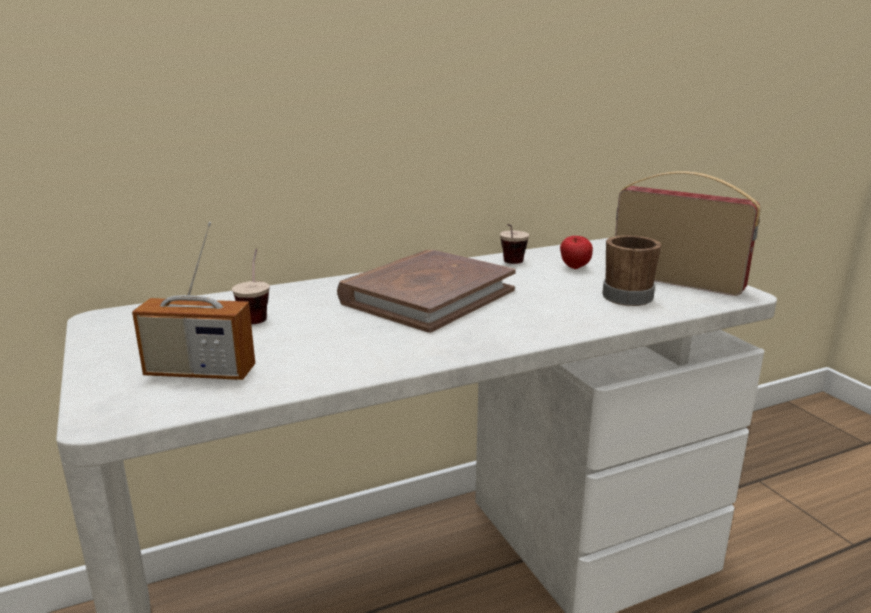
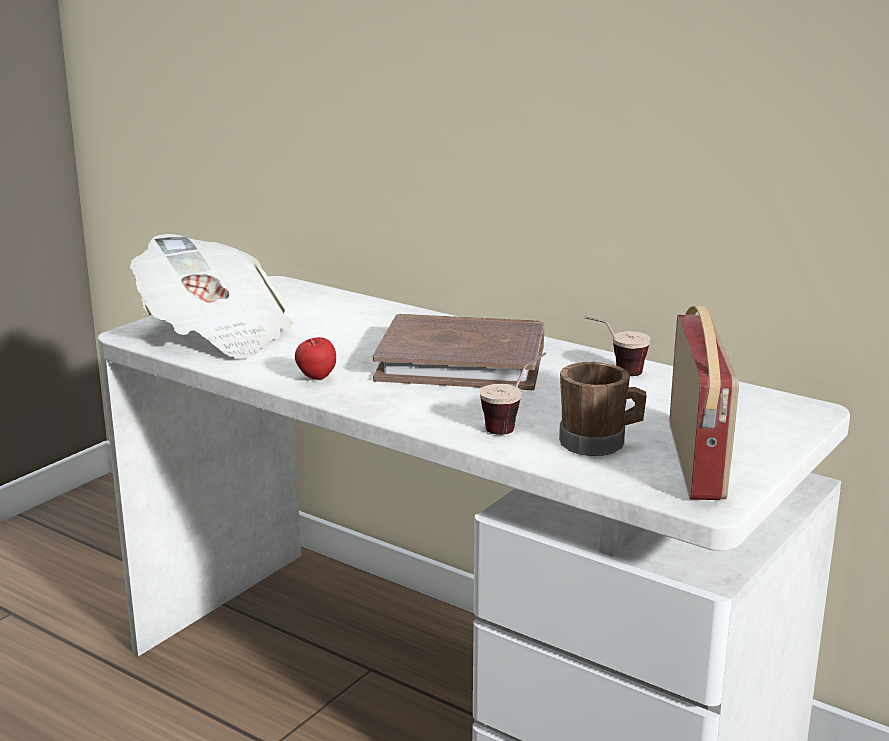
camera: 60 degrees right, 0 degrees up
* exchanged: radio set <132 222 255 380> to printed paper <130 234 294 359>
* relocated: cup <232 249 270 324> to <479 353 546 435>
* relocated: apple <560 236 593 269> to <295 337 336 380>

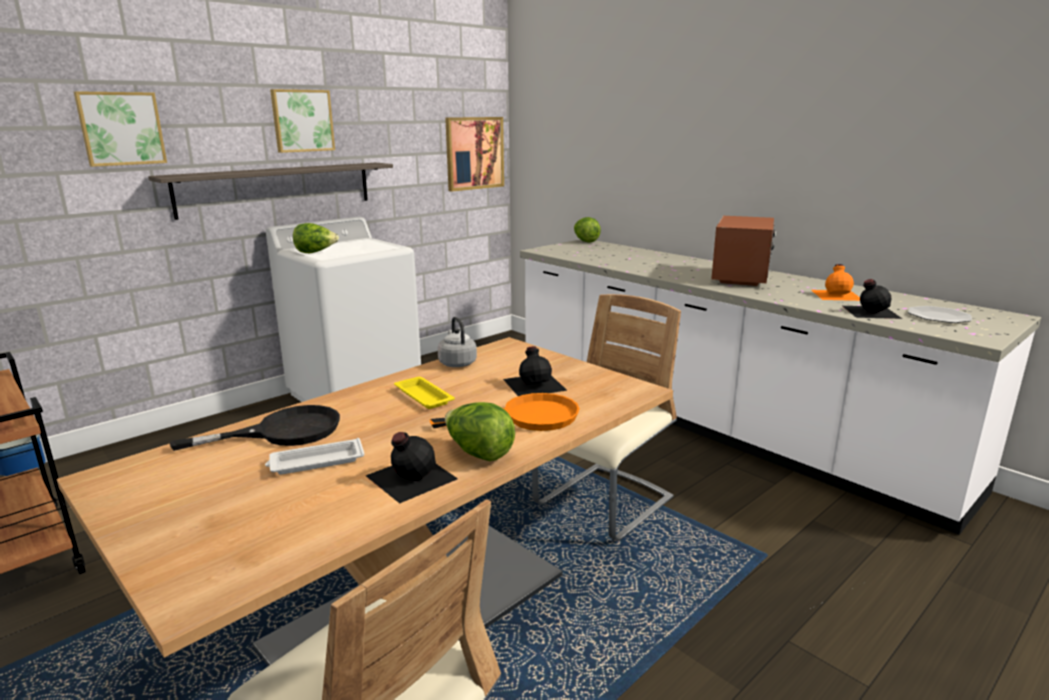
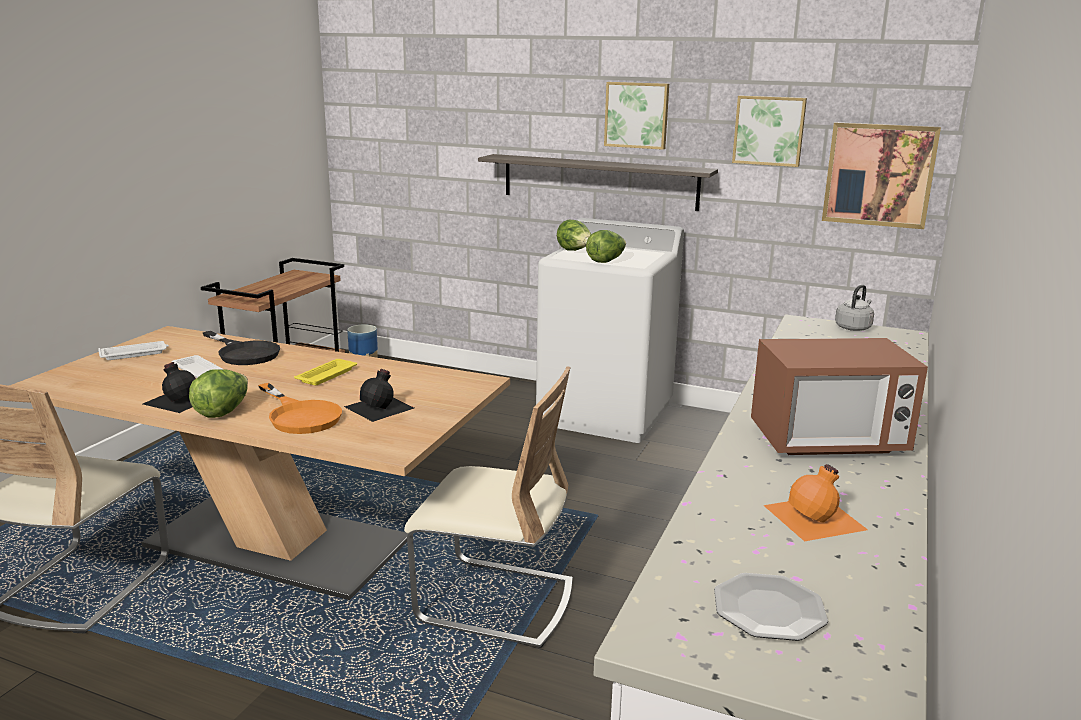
camera: 65 degrees right, 0 degrees up
* relocated: wall art <74 91 167 167> to <732 96 807 167>
* relocated: grey water kettle <438 317 477 367> to <835 285 874 331>
* relocated: head of lettuce <574 217 601 243> to <586 230 626 263>
* missing: black-coloured drink bottle <842 279 902 319>
* appeared: whitish serving tray <98 341 169 360>

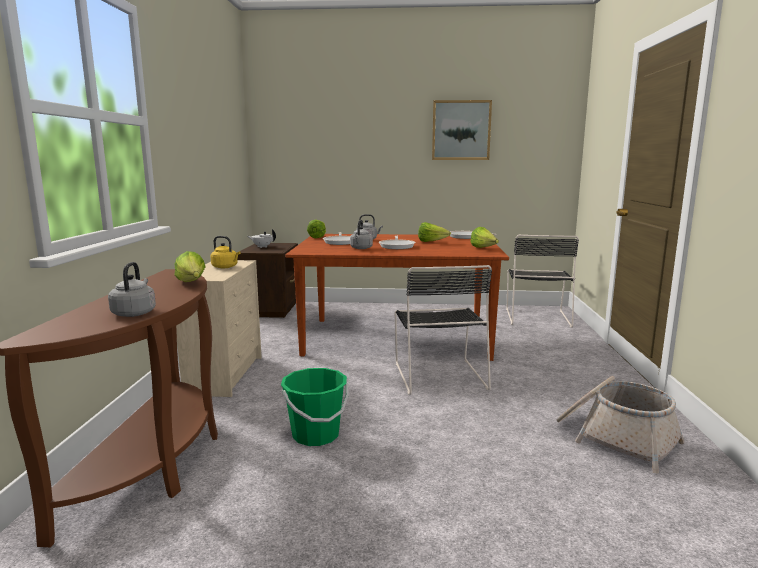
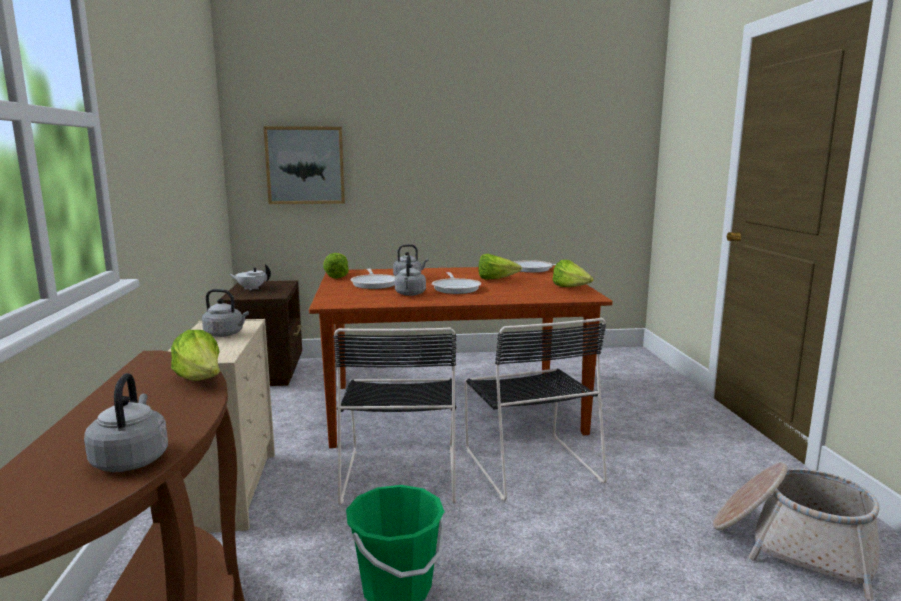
camera: 10 degrees left, 0 degrees up
* colour: yellow water kettle <210 236 240 268> to grey water kettle <202 289 249 337>
* relocated: wall art <432 100 492 160> to <263 126 345 204>
* relocated: black-coloured chair <506 235 579 328> to <333 327 456 505>

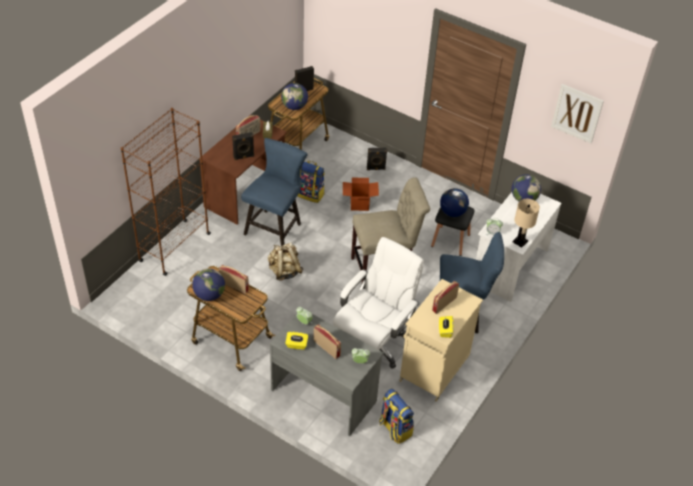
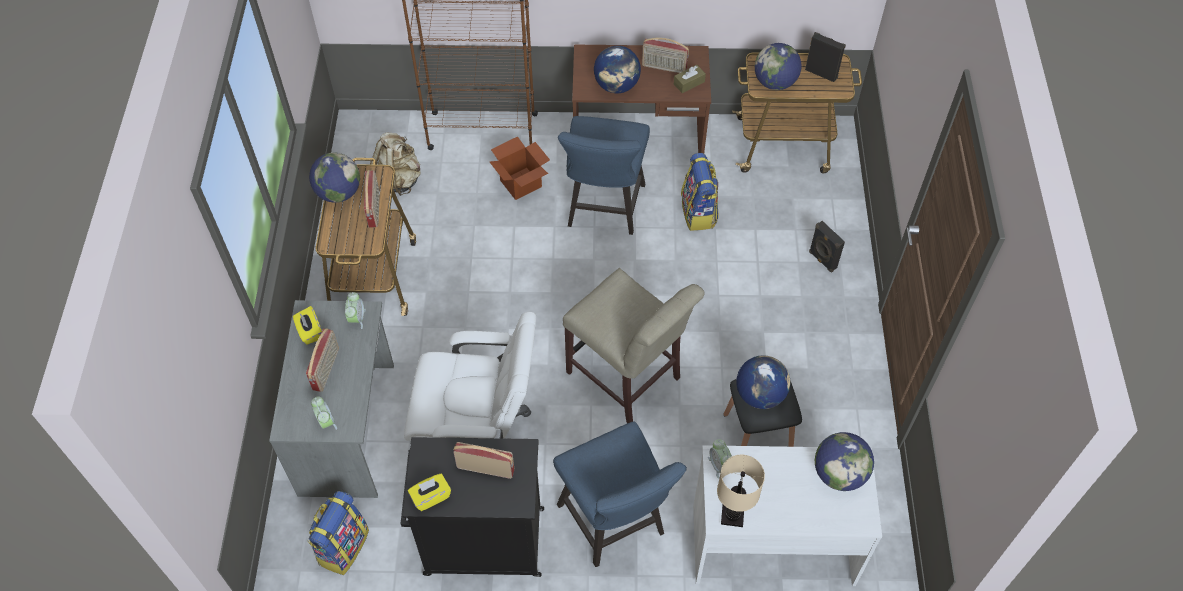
camera: 60 degrees right, 10 degrees up
* exchanged: black-coloured loudspeaker <232 132 254 160> to world globe <594 46 641 93>
* spun: bluish chair <241 138 308 246> = <558 116 650 235> 105 degrees clockwise
* relocated: beige knapsack <268 243 303 281> to <370 133 421 196>
* relocated: packing box <343 178 379 211> to <490 137 550 200>
* colour: beige cabinet <399 279 483 402> to black-coloured cabinet <401 437 544 577>
* missing: wall art <551 84 604 143>

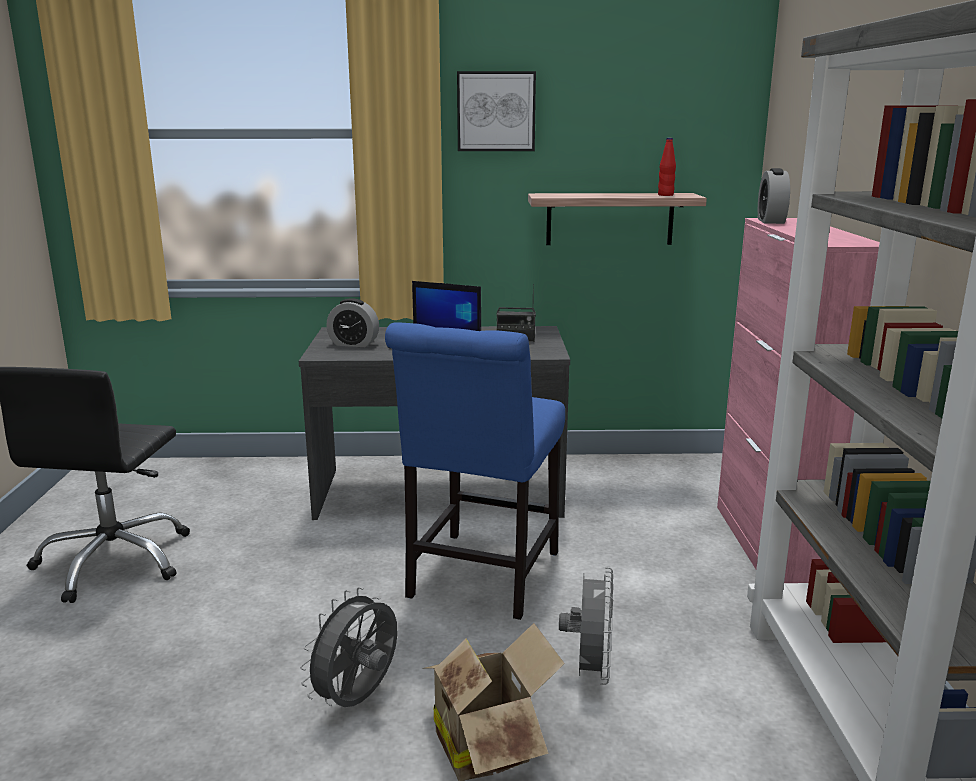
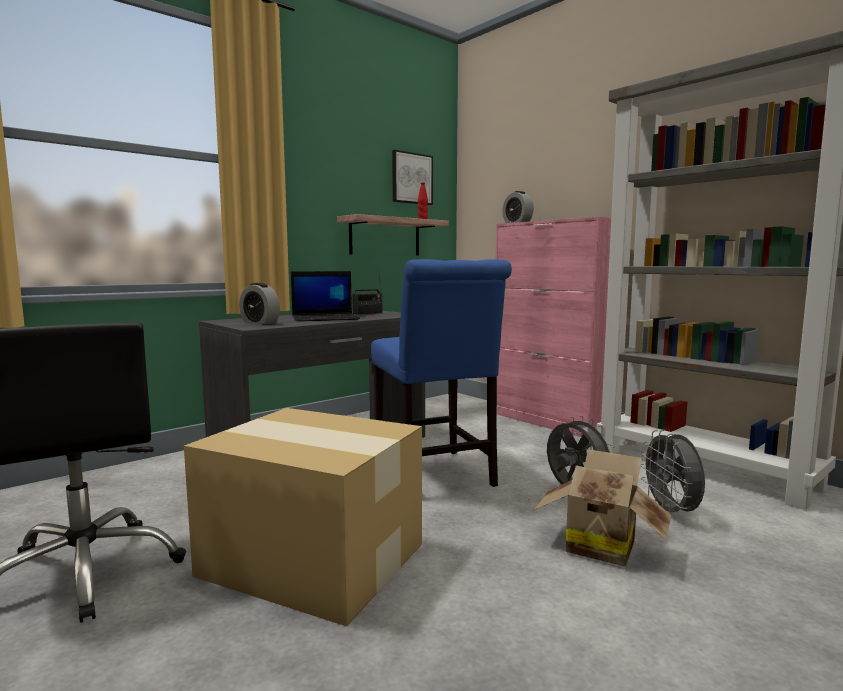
camera: 40 degrees left, 10 degrees down
* relocated: grey cooling fan <300 587 397 707> to <640 430 705 518>
* spun: bedside clock <326 298 379 347> = <239 283 280 324> 60 degrees clockwise
* relocated: wall art <457 71 536 151> to <392 150 433 205>
* appeared: packing box <184 408 422 626>

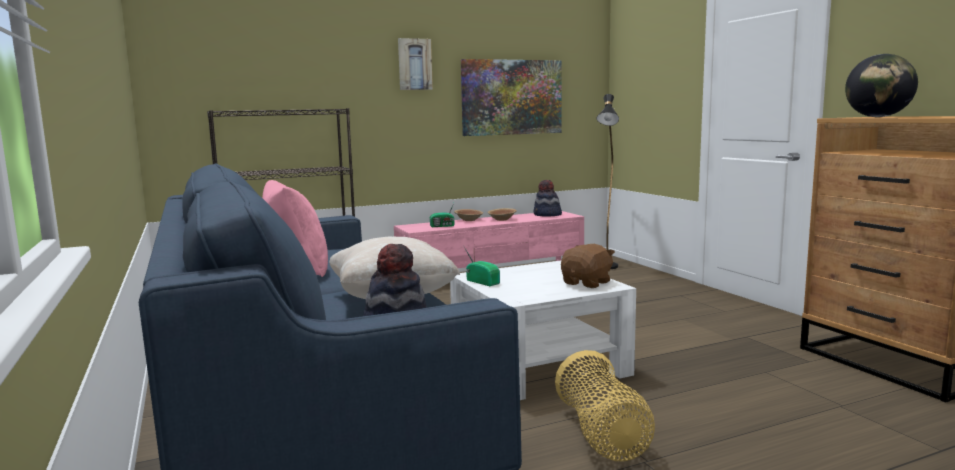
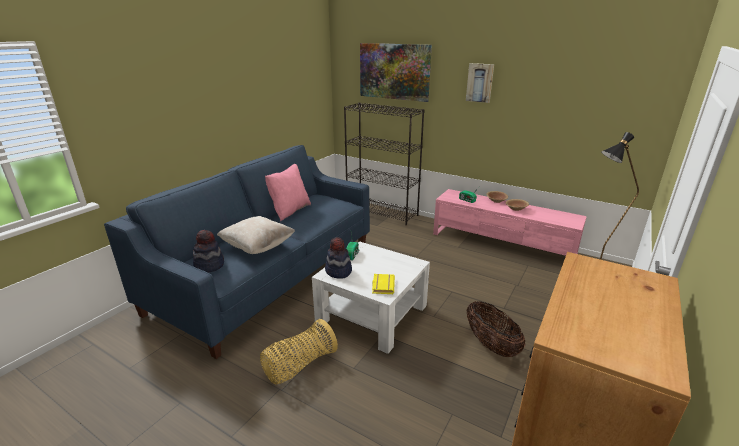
camera: 55 degrees right, 15 degrees up
* relocated: wall art <461 59 562 136> to <360 43 432 102>
* relocated: wearable hat <533 180 562 216> to <325 237 352 279>
* exchanged: brown soft toy <561 244 615 288> to yellow bound book <372 274 395 294>
* missing: world globe <845 54 918 117>
* appeared: storage basket <467 301 525 357>

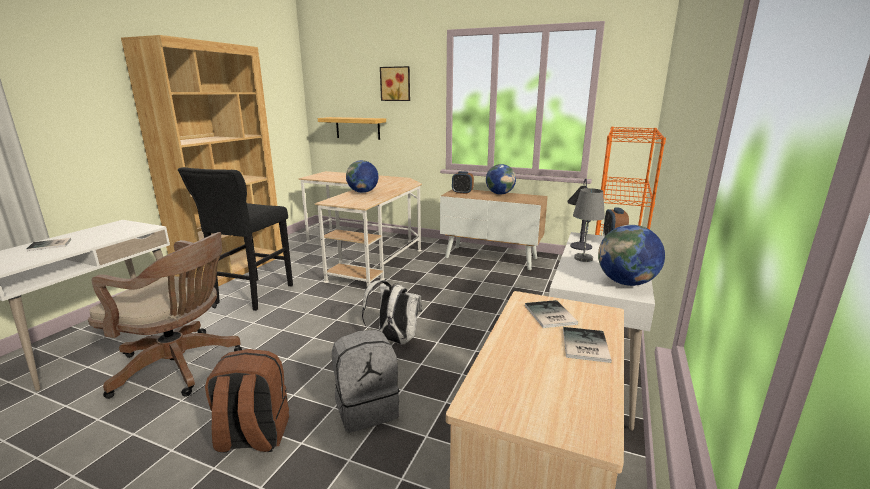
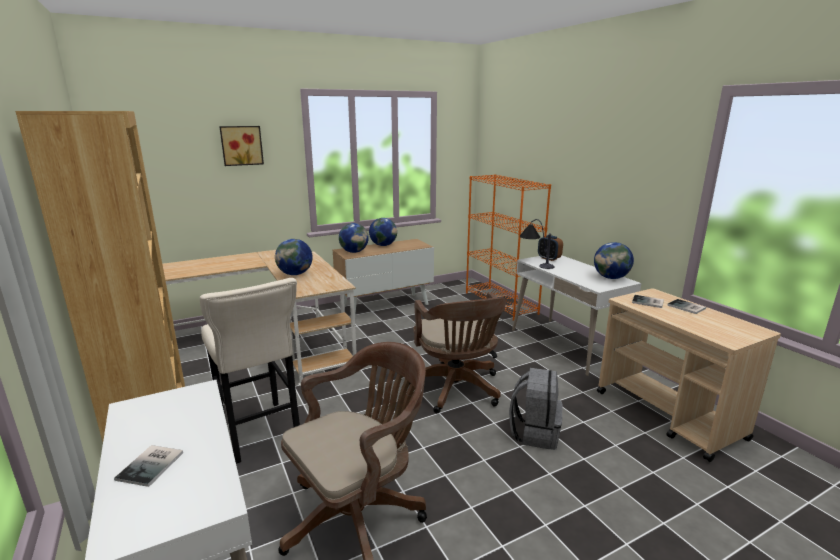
camera: 50 degrees left, 0 degrees up
* colour: black-coloured sitting stool <178 167 293 311> to beige sitting stool <200 278 300 464>
* missing: brown knapsack <205 349 289 452>
* missing: wall shelf <318 117 386 140>
* exchanged: whitish knapsack <362 280 423 344> to brown computer chair <409 293 506 413>
* exchanged: bedside clock <452 171 474 194> to world globe <339 223 369 253>
* missing: grey table lamp <573 188 605 262>

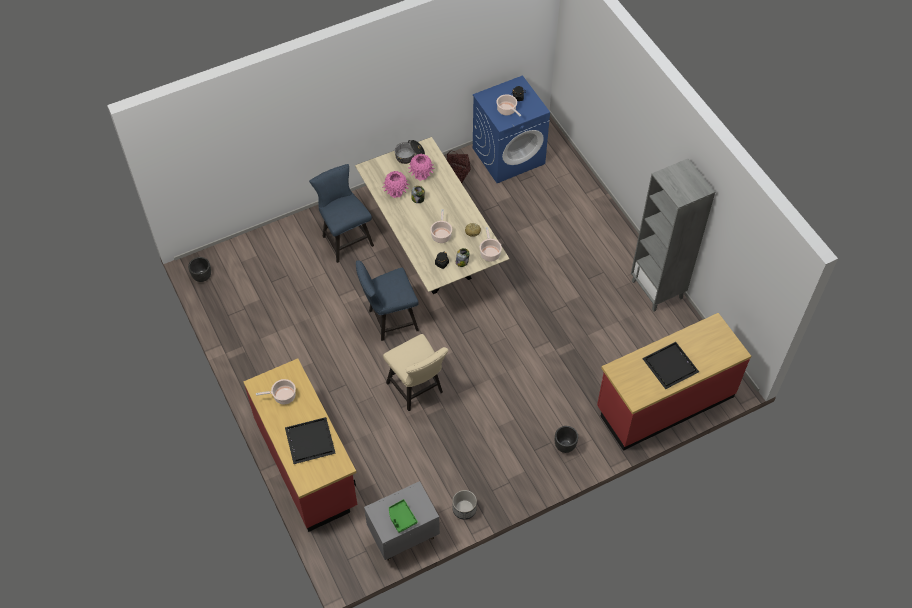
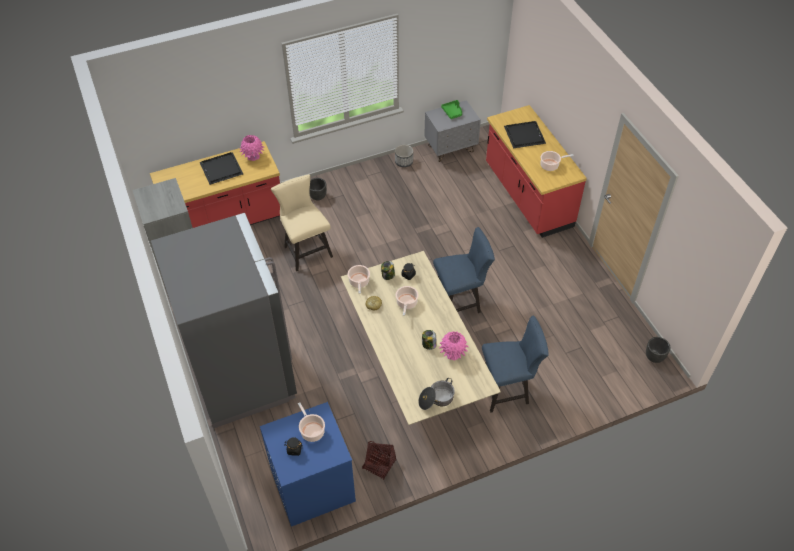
camera: 175 degrees left, 5 degrees down
* spun: bluish chair <309 164 374 263> = <482 316 549 413> 75 degrees counterclockwise
* relocated: beige chair <383 334 448 411> to <271 174 333 271>
* relocated: pink flower vase <408 154 434 181> to <240 135 265 161>
* appeared: grey kitchen fridge <151 213 297 428>

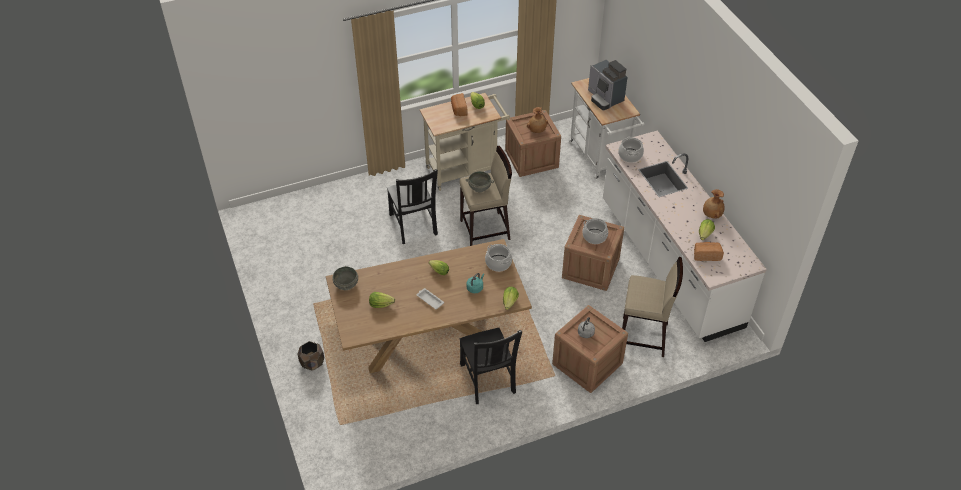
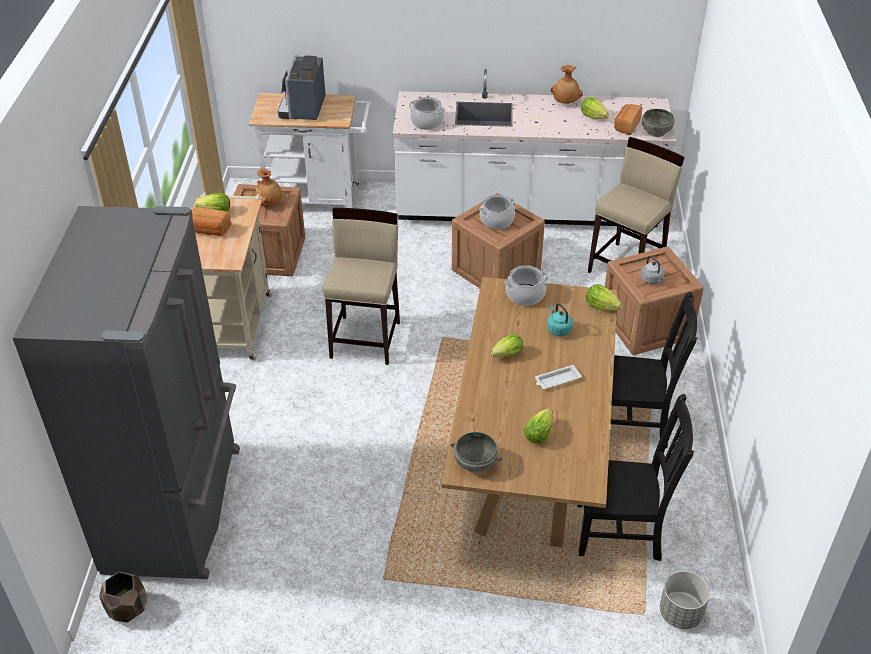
camera: 65 degrees left, 5 degrees down
* relocated: brown plant pot <297 341 324 371> to <99 572 147 623>
* relocated: black-coloured chair <387 169 438 244> to <577 394 694 561>
* relocated: grey deep dish <466 171 494 192> to <642 109 675 137>
* spun: coffee maker <588 60 628 110> = <278 55 326 120> 105 degrees clockwise
* appeared: grey kitchen fridge <13 206 240 579>
* appeared: grey plant pot <660 571 710 629>

